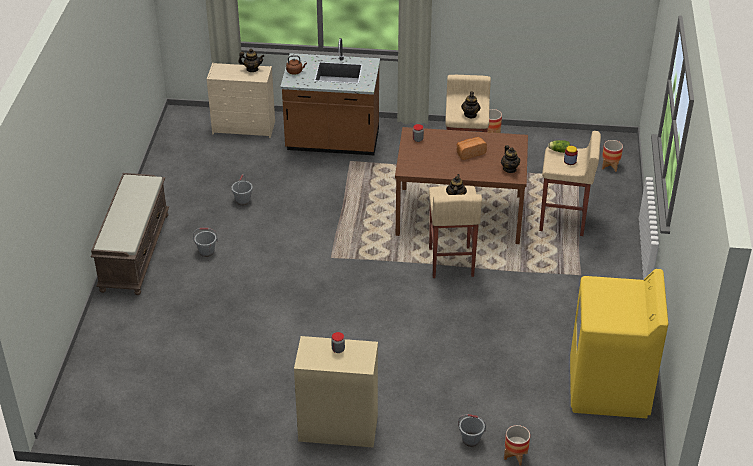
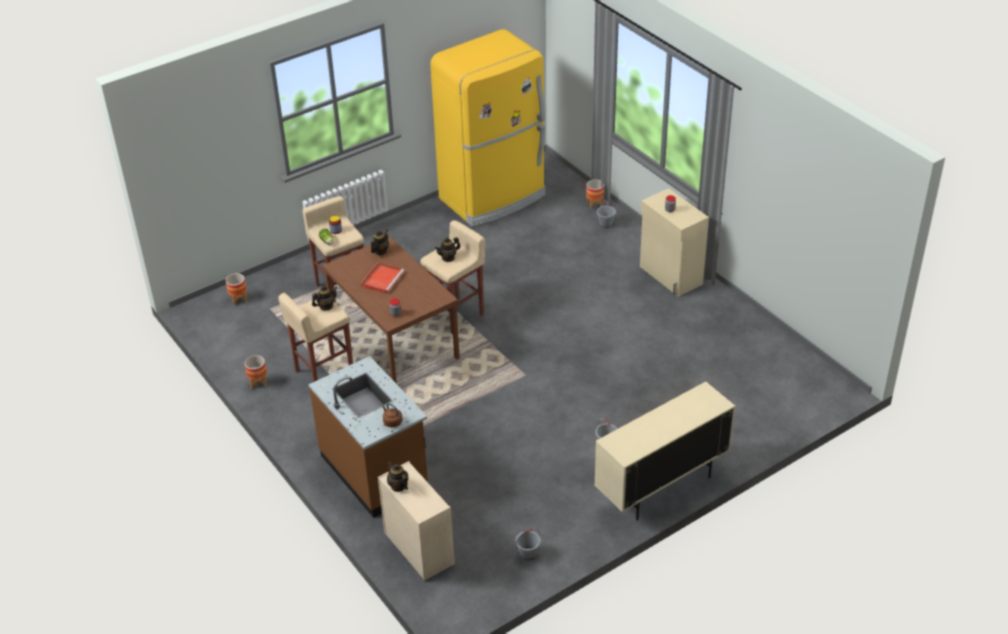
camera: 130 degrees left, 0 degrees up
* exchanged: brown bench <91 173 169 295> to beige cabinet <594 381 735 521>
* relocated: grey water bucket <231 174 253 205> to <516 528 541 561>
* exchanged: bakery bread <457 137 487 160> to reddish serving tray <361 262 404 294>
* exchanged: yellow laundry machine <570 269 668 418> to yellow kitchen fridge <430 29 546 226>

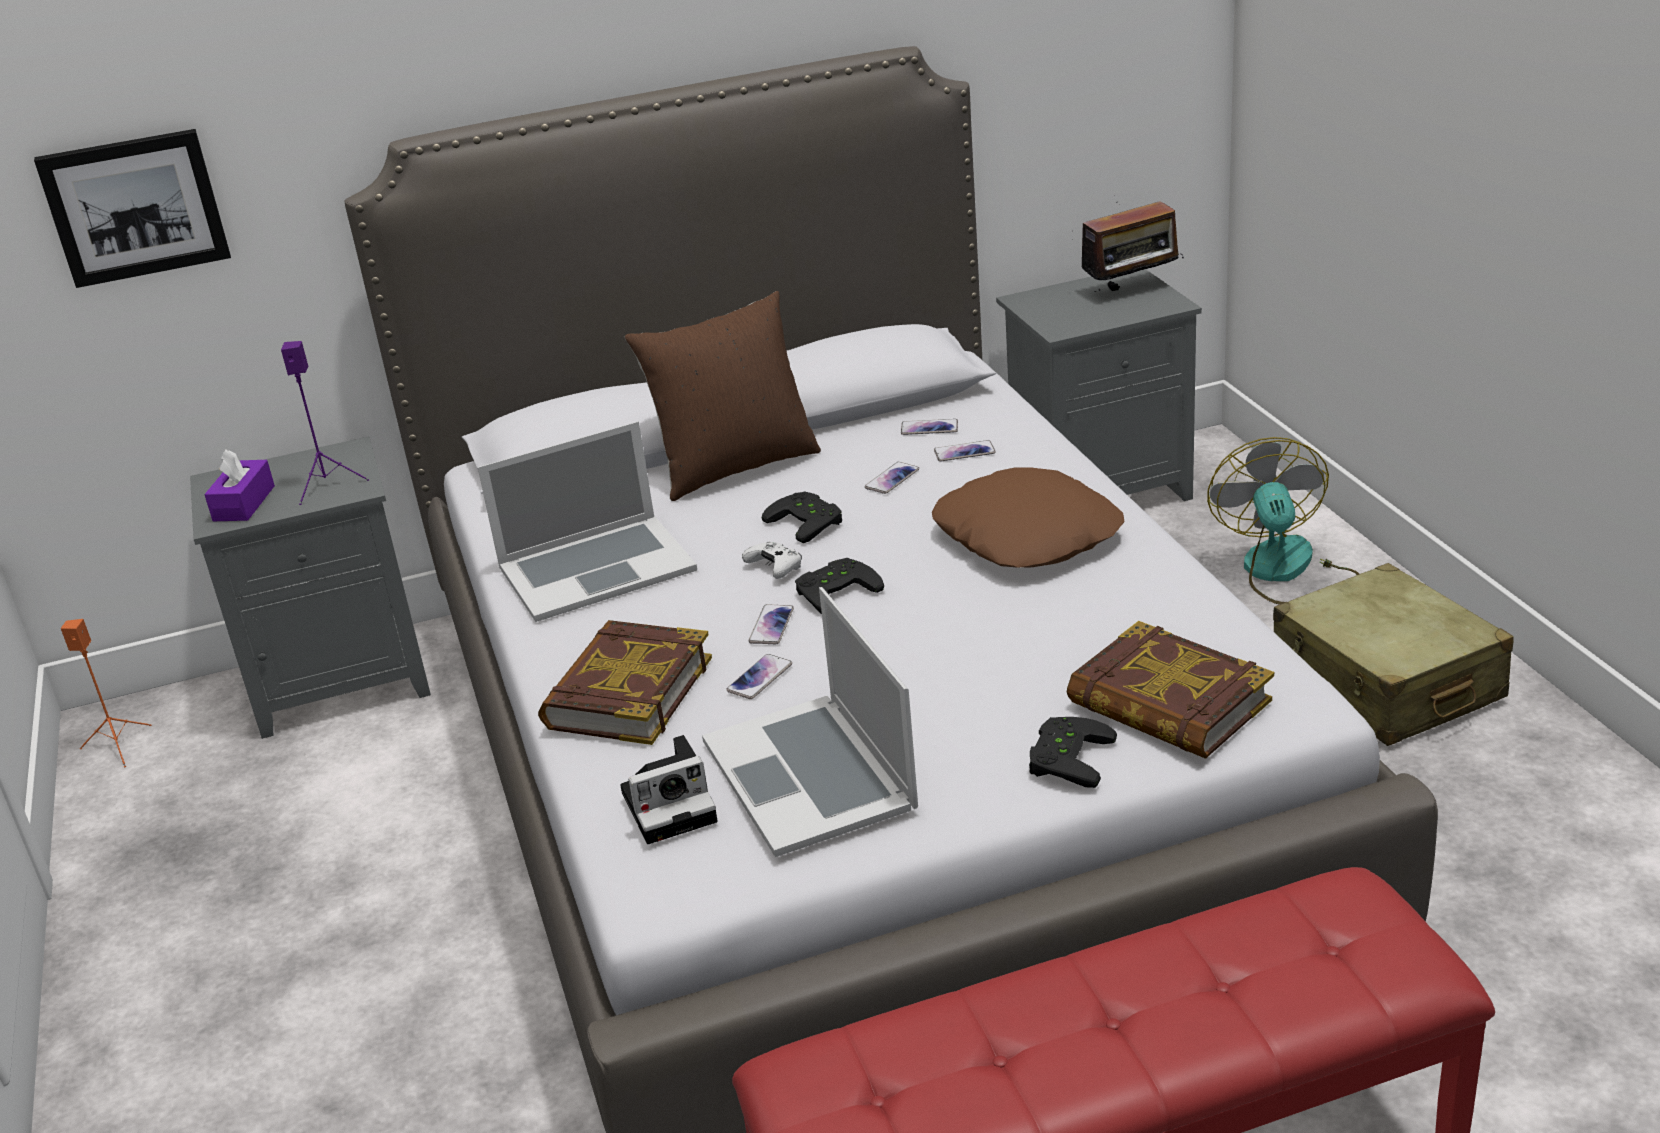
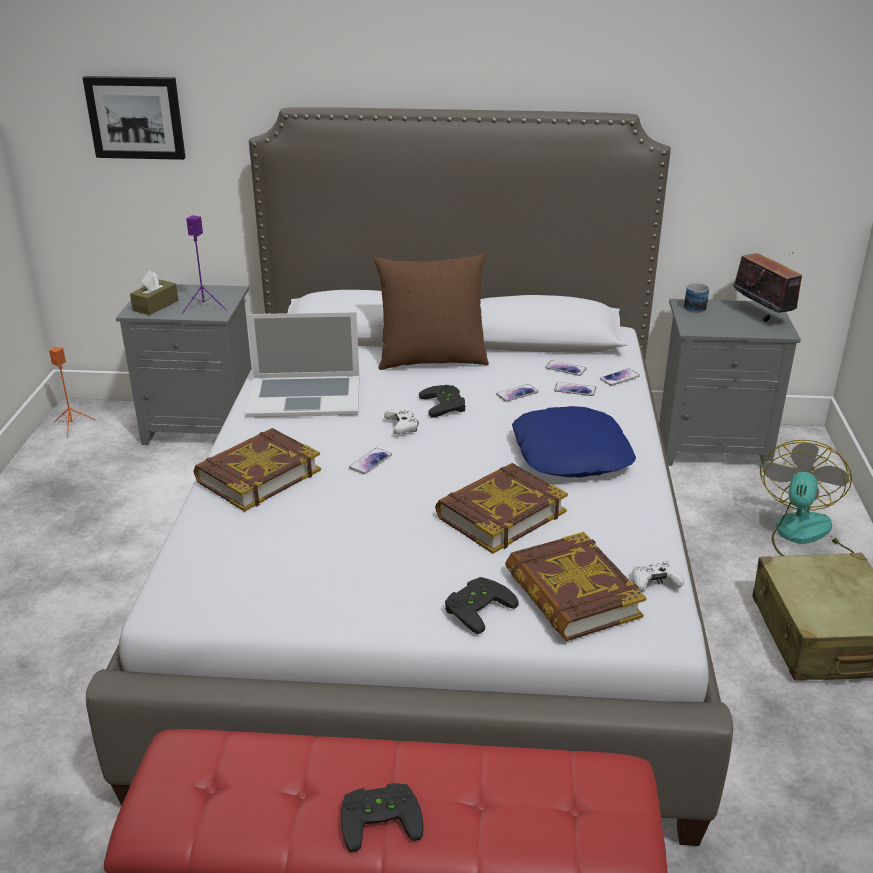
camera: 20 degrees right, 0 degrees up
* colour: purplish tissue holder <204 449 275 521> to brown tissue holder <130 271 178 315>
* missing: photo camera <620 735 718 844>
* missing: laptop <702 587 918 857>
* relocated: handset <726 654 792 699> to <600 368 640 386>
* relocated: black-coloured game controller <795 558 884 614> to <341 783 424 852>
* colour: brown pillow <932 467 1124 568> to bluish pillow <512 406 636 478>
* spun: radio set <1081 201 1184 292> = <733 252 802 323> 120 degrees counterclockwise
* appeared: bound book <435 463 568 554>
* appeared: whitish game controller <633 561 685 592>
* appeared: mug <684 282 709 313>

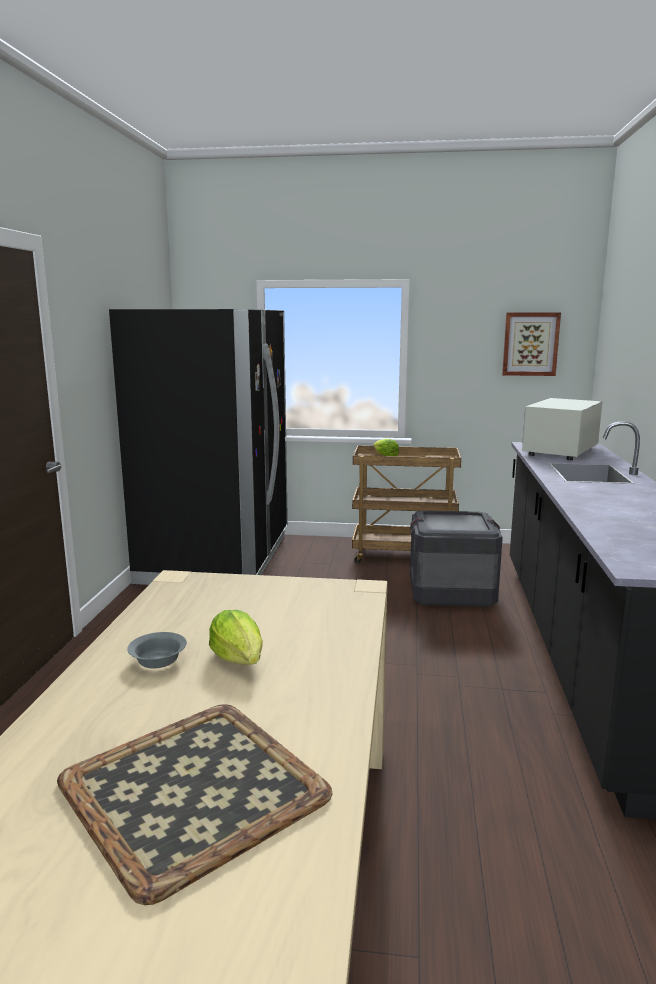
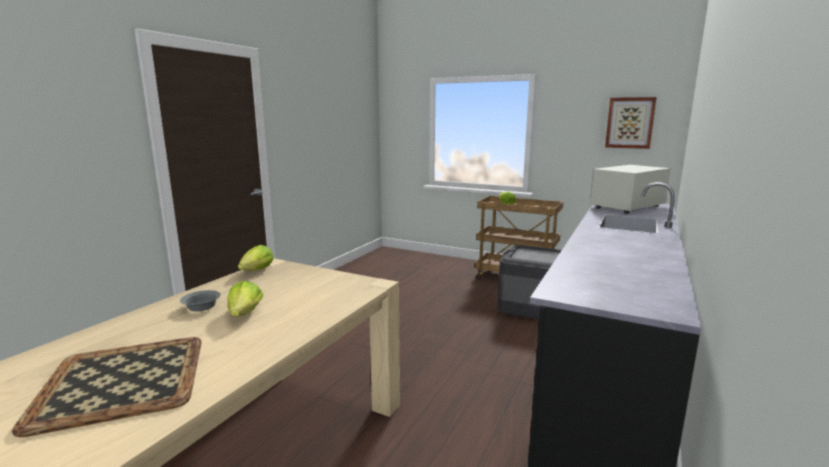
camera: 20 degrees right, 0 degrees up
* missing: black-coloured kitchen fridge <109 309 288 585>
* appeared: head of lettuce <238 245 274 271>

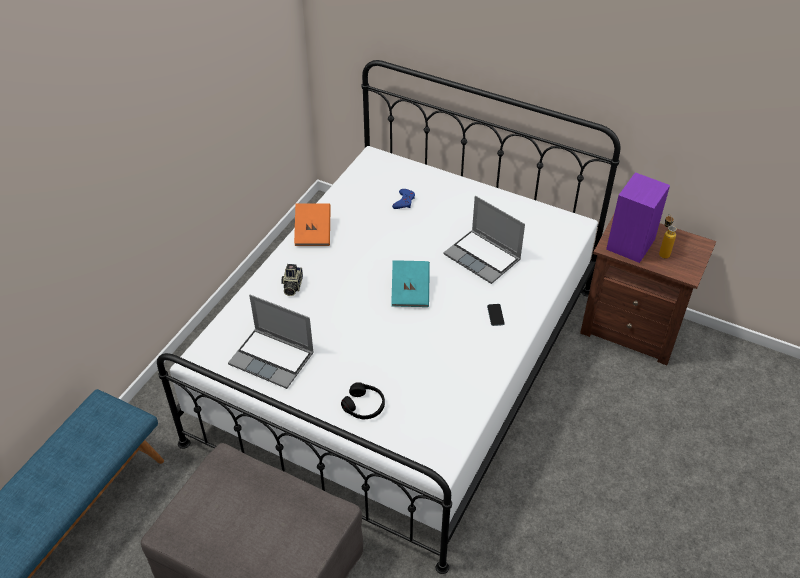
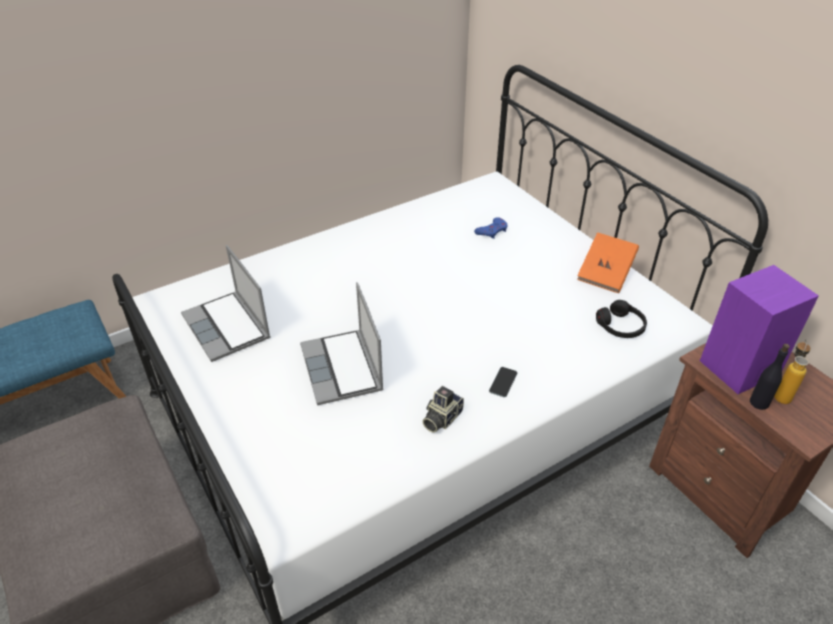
camera: 30 degrees right, 5 degrees down
* relocated: photo camera <281 264 303 296> to <422 386 464 433>
* relocated: orange bound book <294 203 331 246> to <577 232 639 293>
* relocated: black-coloured headset <341 382 385 419> to <596 300 647 338>
* missing: turquoise-coloured bound book <391 260 430 307>
* relocated: laptop <444 196 525 284> to <300 282 384 405>
* appeared: black-coloured drink bottle <750 344 790 410>

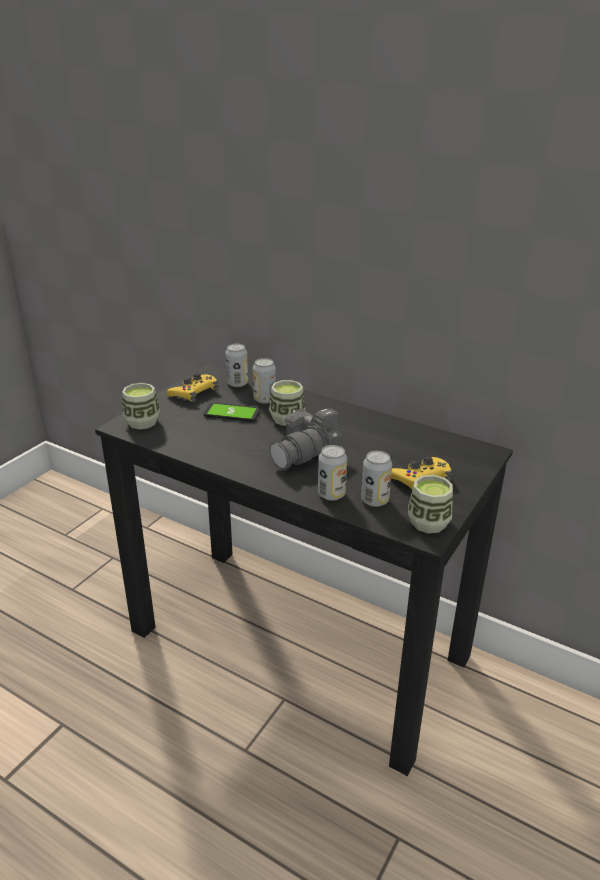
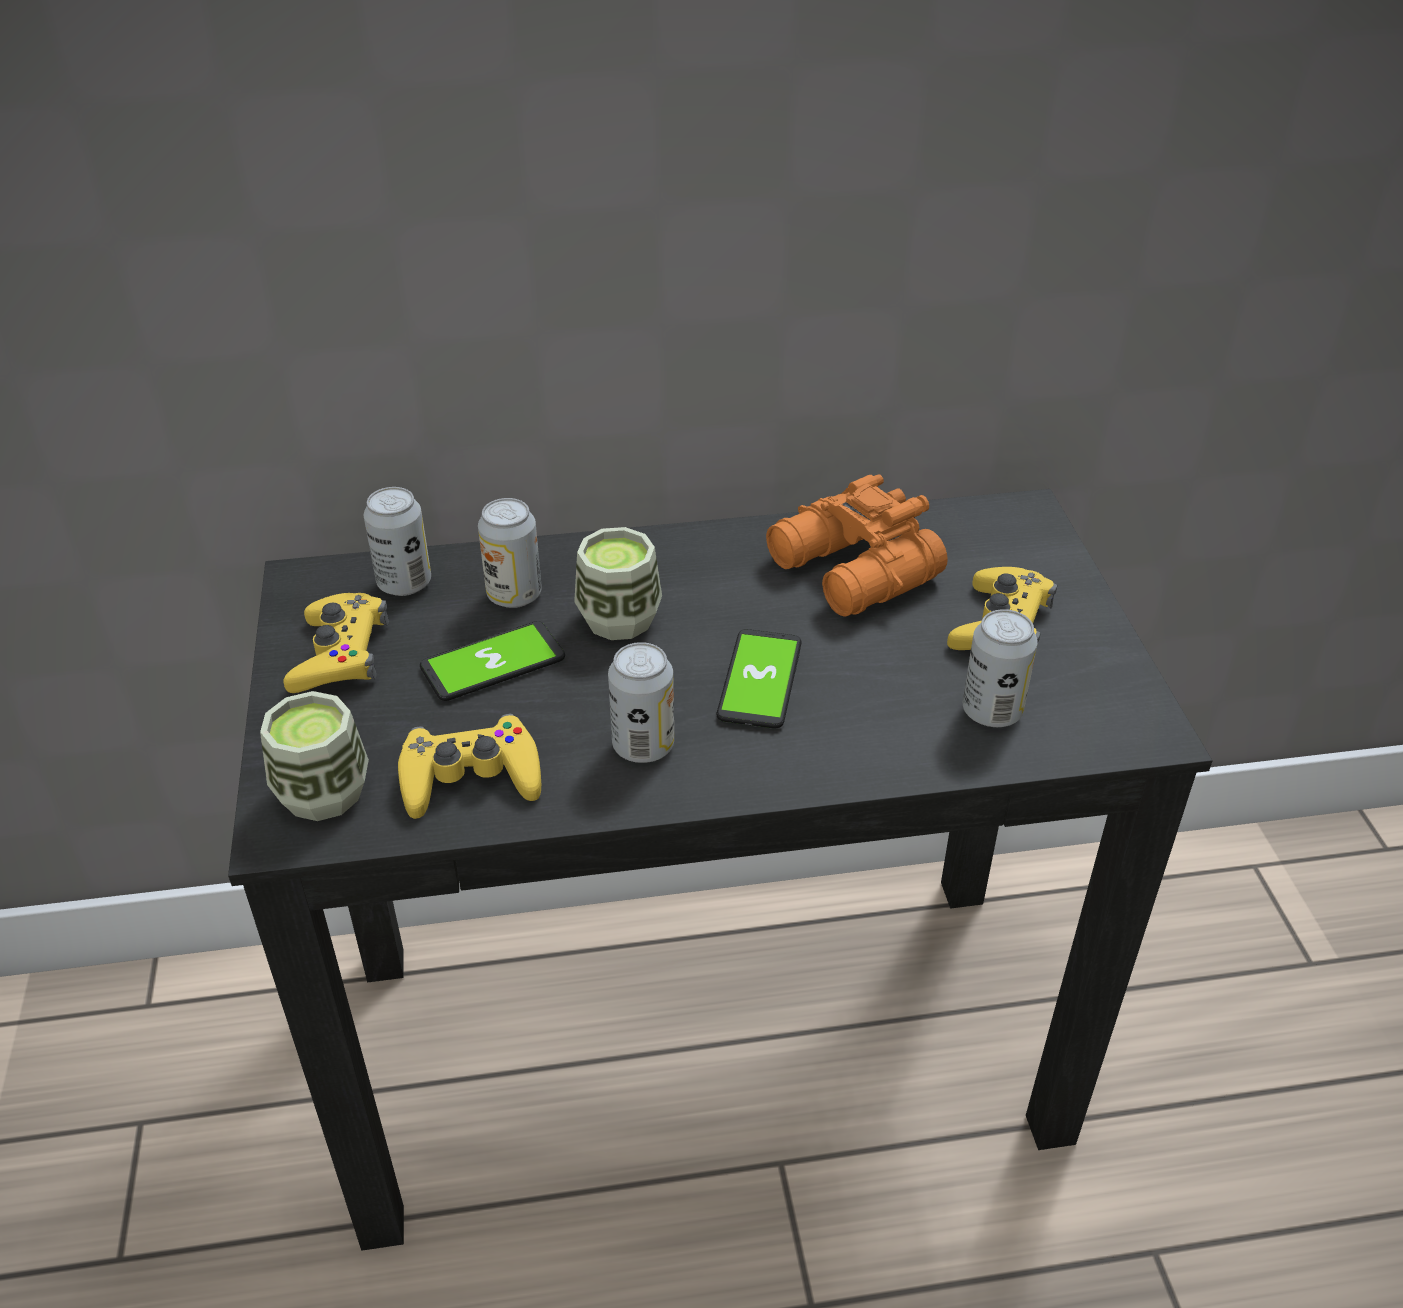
camera: 40 degrees left, 10 degrees up
* exchanged: photo camera <270 408 342 469> to handset <717 629 802 728>
* relocated: sealed can <318 445 347 501> to <608 642 674 763>
* missing: cup <408 475 453 534>
* appeared: yellow game controller <398 714 541 819>
* appeared: orange binoculars <766 474 948 617>

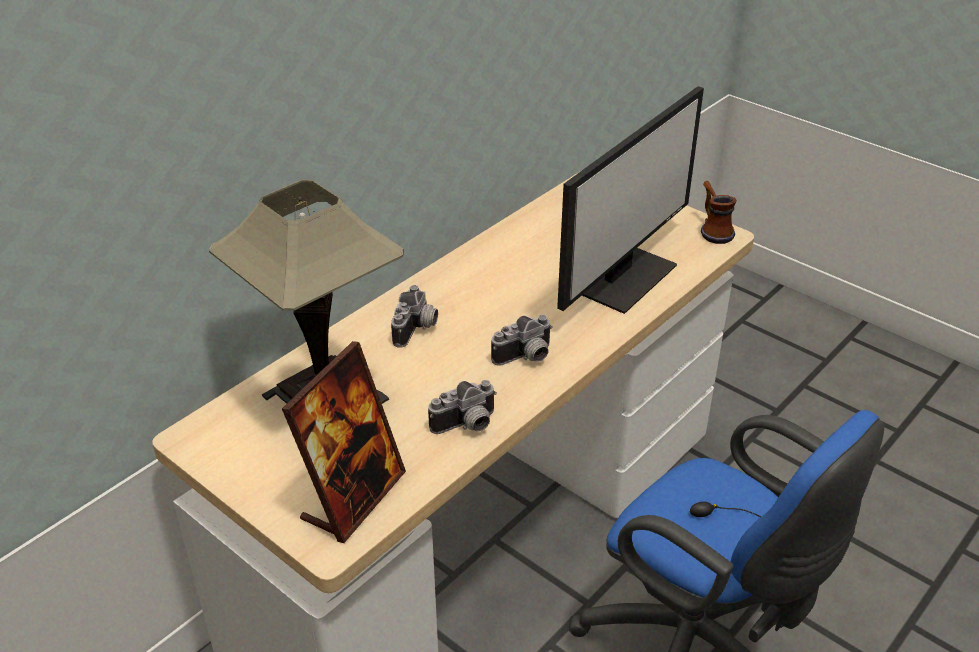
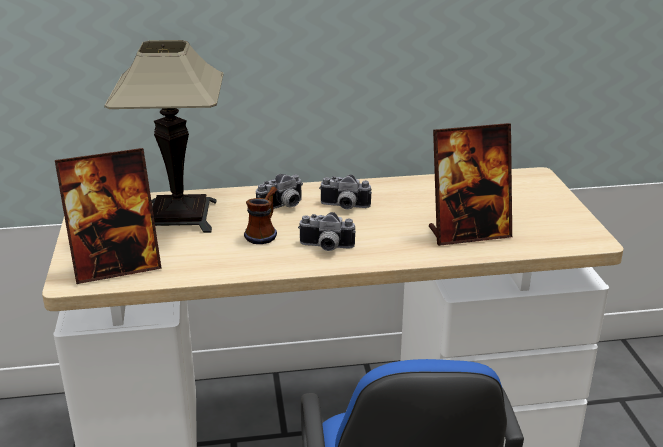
camera: 40 degrees right, 10 degrees down
* relocated: photo camera <428 380 497 434> to <319 175 372 209>
* exchanged: computer display <557 86 704 314> to standing frame <429 123 512 246>
* relocated: mug <701 181 737 244> to <244 187 277 244>

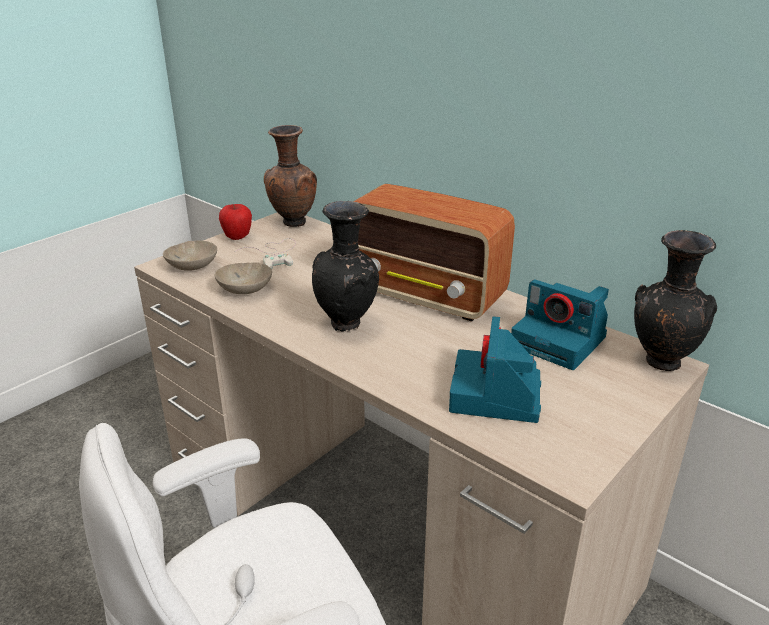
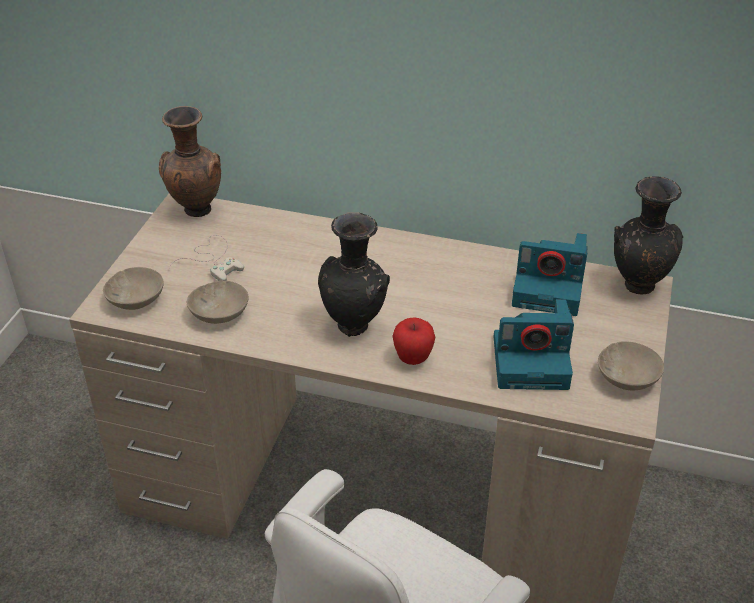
camera: 25 degrees left, 10 degrees up
* relocated: apple <219 204 252 240> to <393 317 436 365>
* missing: radio set <353 184 515 322>
* spun: photo camera <449 316 541 423> = <494 299 574 390> 75 degrees counterclockwise
* appeared: beige deep dish <598 341 664 390>

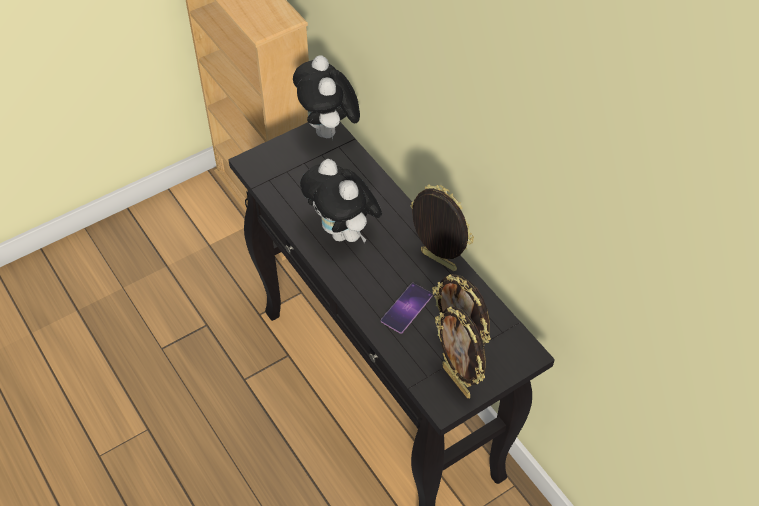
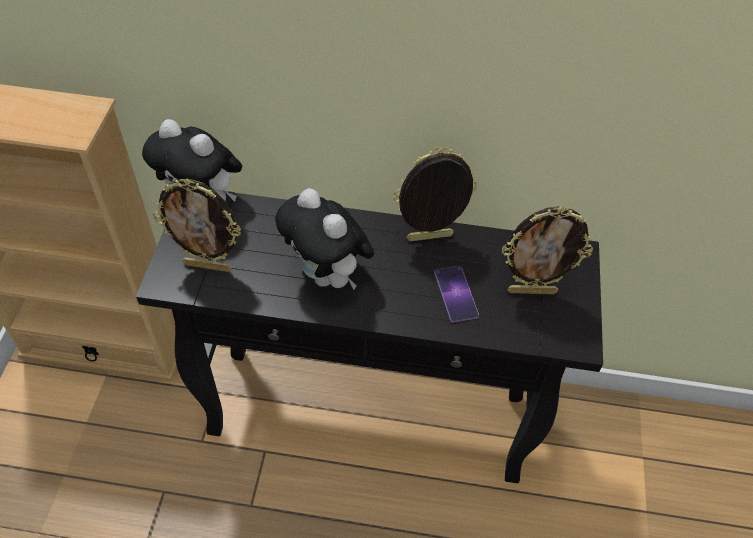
camera: 50 degrees left, 0 degrees up
* spun: soft toy <300 159 382 243> = <275 188 374 290> 45 degrees clockwise
* relocated: standing frame <435 306 486 398> to <153 179 241 272>

